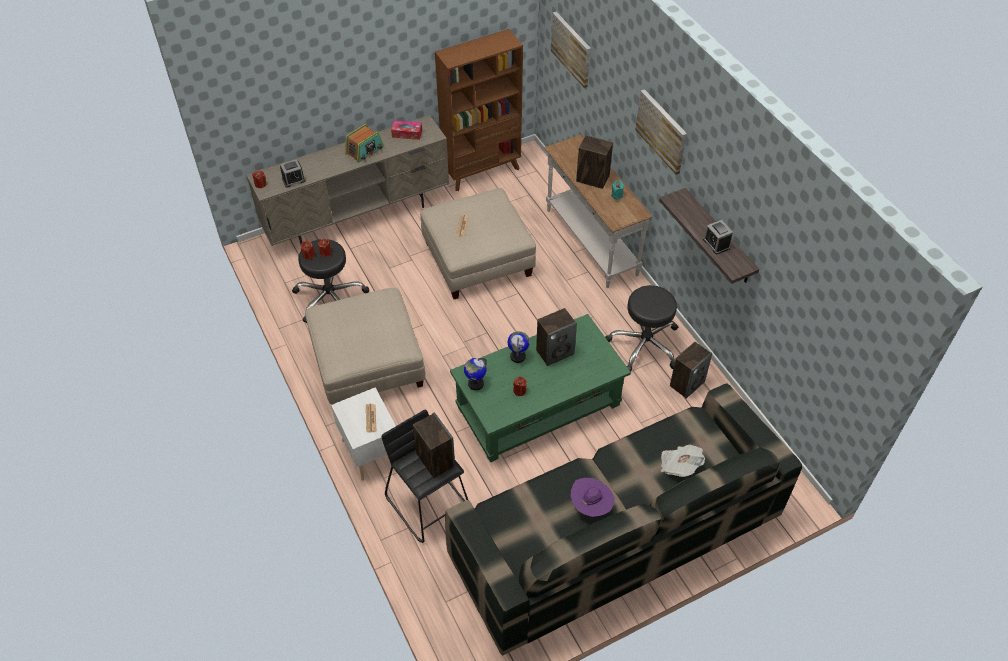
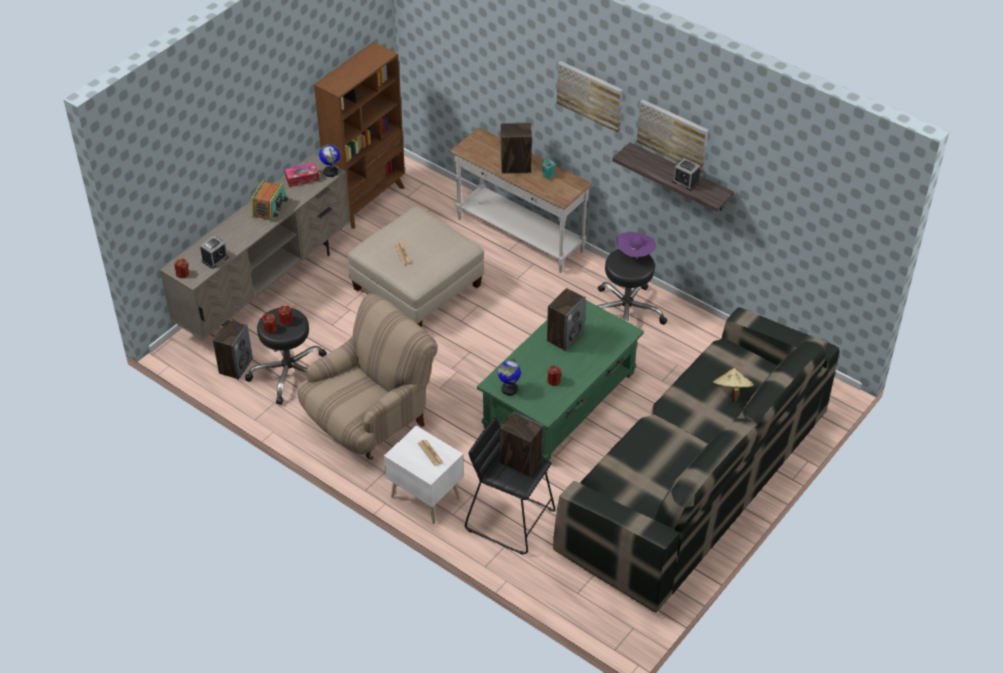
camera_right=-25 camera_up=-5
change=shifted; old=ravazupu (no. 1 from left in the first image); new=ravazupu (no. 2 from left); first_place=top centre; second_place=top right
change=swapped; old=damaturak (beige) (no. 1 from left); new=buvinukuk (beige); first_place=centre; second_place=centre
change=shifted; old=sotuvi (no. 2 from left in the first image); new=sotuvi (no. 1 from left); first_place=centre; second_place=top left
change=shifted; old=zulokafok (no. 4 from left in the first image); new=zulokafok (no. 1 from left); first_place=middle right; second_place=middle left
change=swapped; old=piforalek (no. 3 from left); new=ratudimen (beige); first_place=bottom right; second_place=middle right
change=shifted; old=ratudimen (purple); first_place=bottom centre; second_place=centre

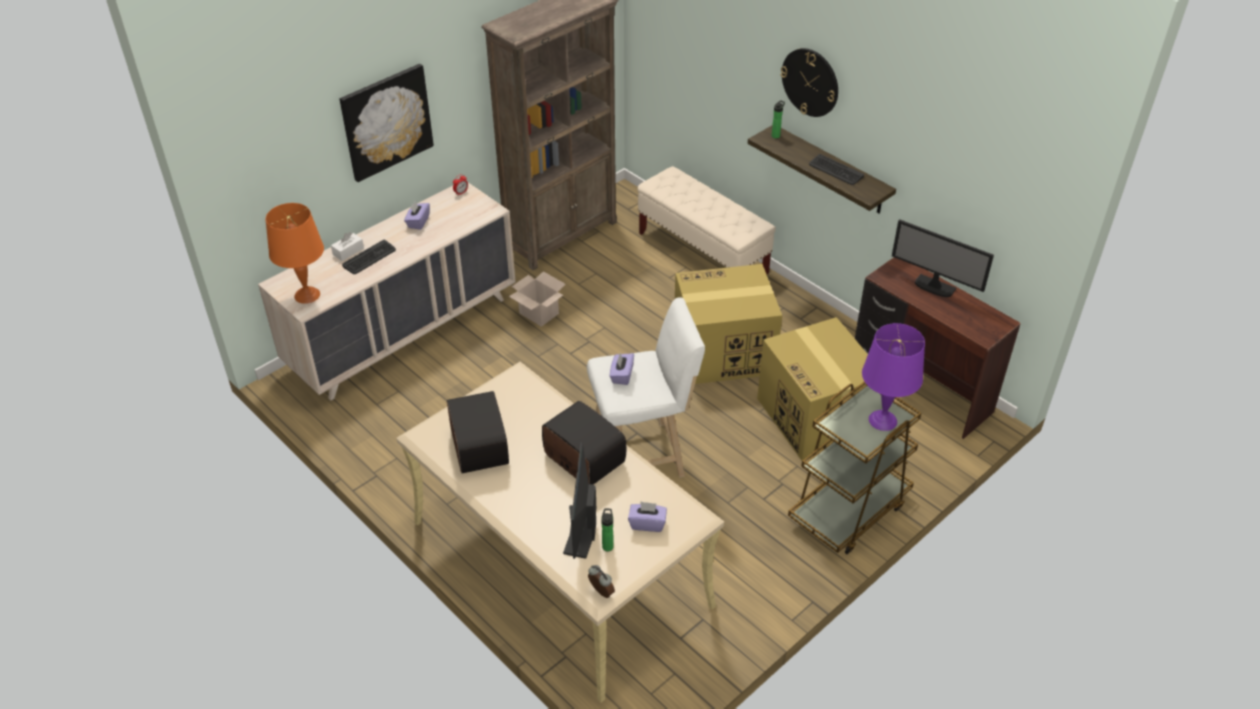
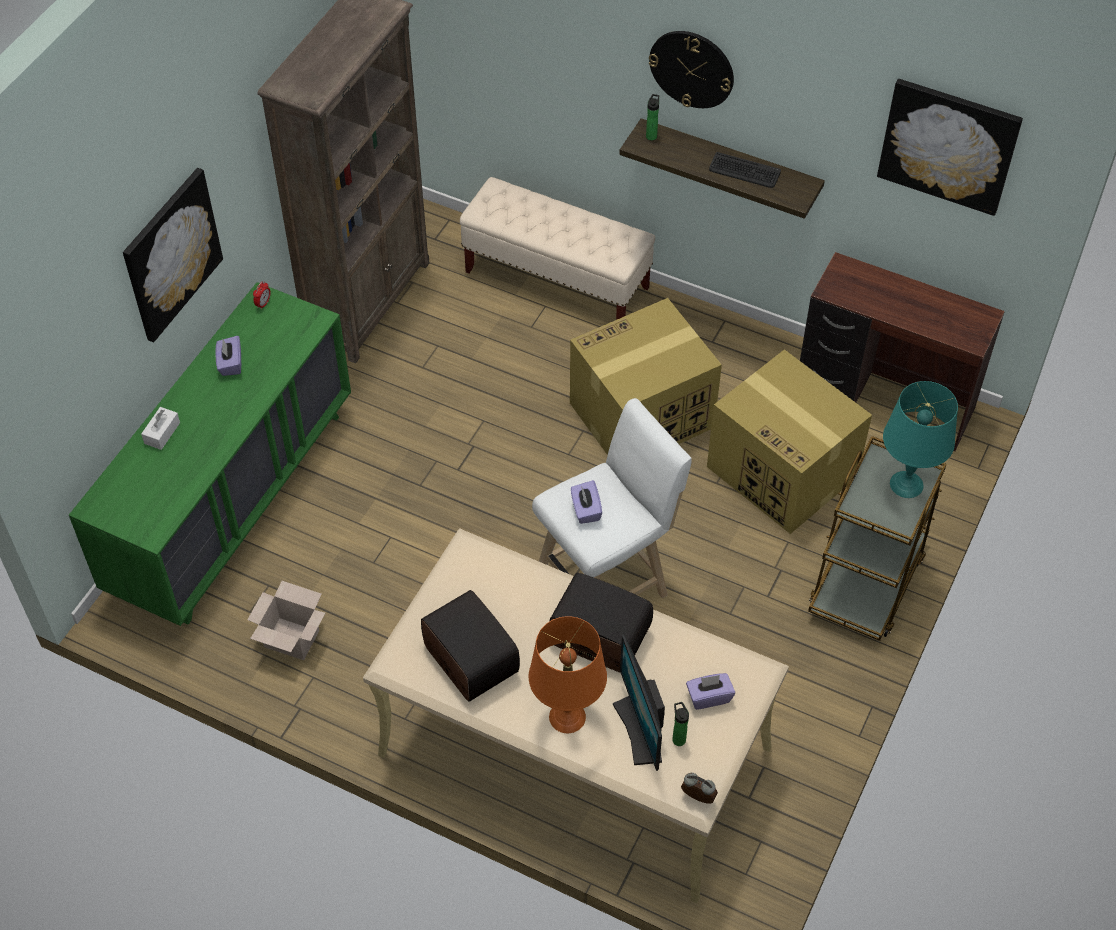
camera_right=-20 camera_up=10
change=repainted; old=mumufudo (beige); new=mumufudo (green); first_place=middle left; second_place=middle left
change=shifted; old=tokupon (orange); first_place=middle left; second_place=bottom centre
change=gone; old=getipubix (no. 2 from left); first_place=middle right
change=gone; old=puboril (no. 1 from left); first_place=middle left
change=shifted; old=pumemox (no. 1 from left); first_place=centre; second_place=bottom left
change=repainted; old=tokupon (purple); new=tokupon (turquoise); first_place=middle right; second_place=middle right
change=new; new=ravazupu (no. 2 from left); second_place=top right

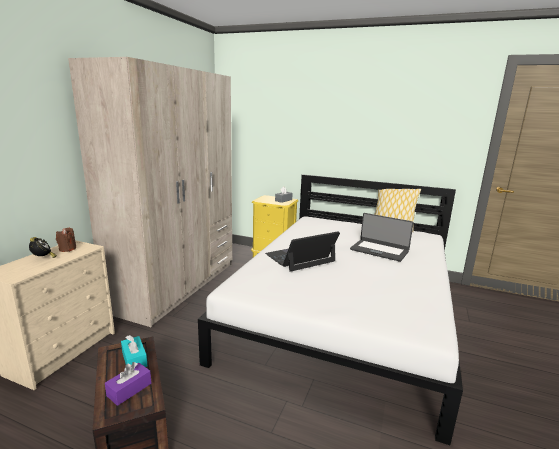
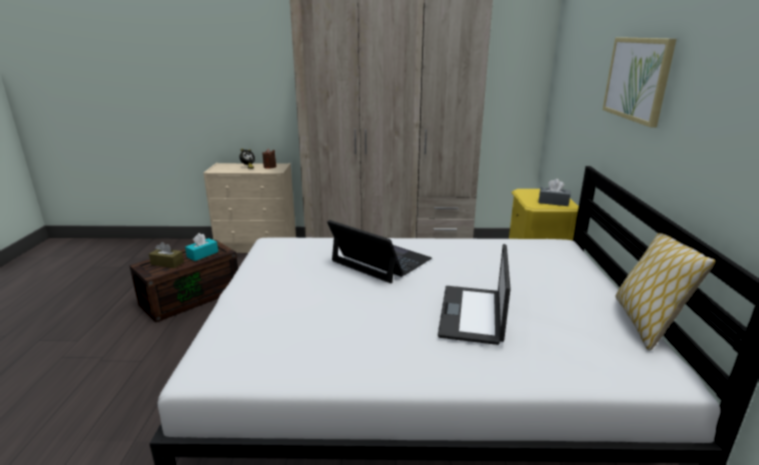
camera_right=70 camera_up=5
change=repainted; old=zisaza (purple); new=zisaza (brown); first_place=bottom left; second_place=middle left
change=new; new=ravazupu; second_place=top right

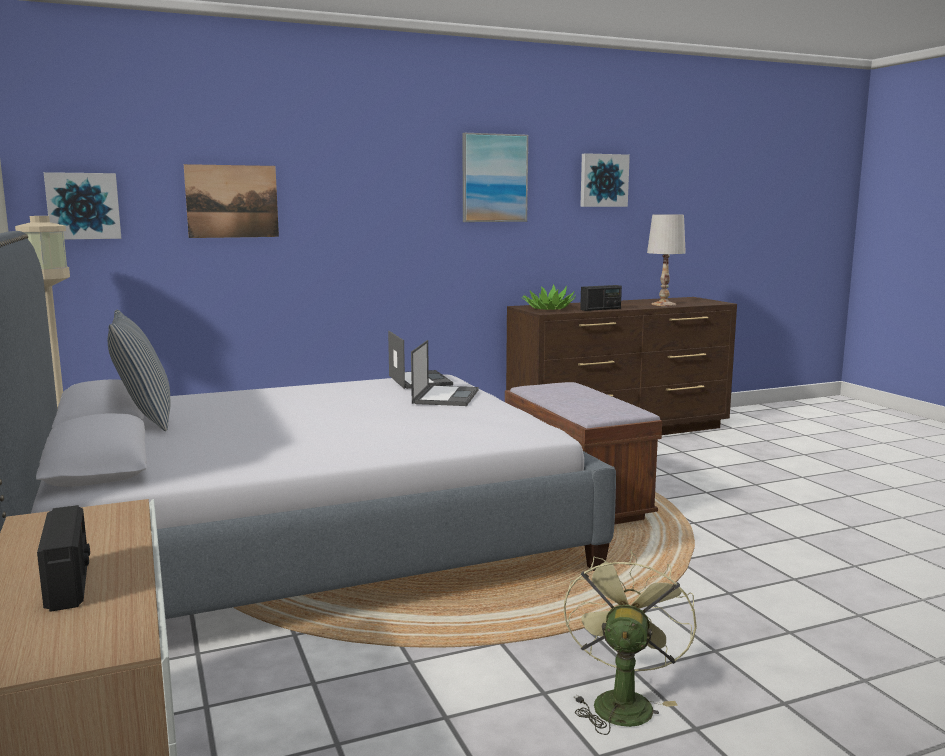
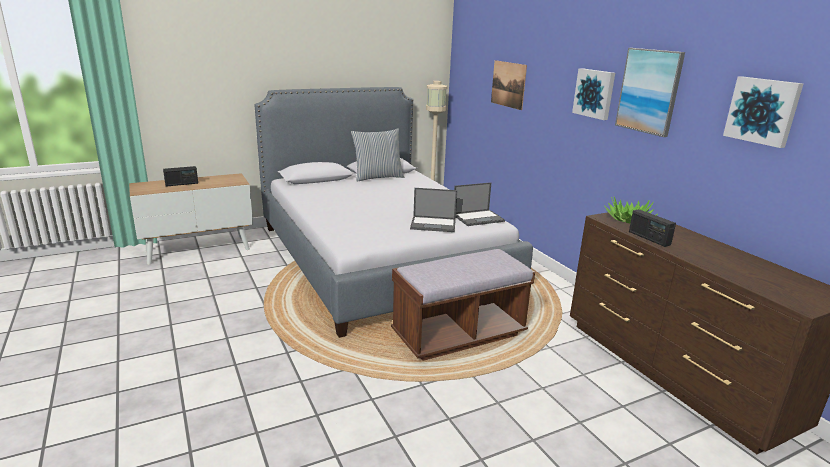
camera_right=85 camera_up=10
change=shifted; old=ravazupu (no. 1 from left in the first image); new=ravazupu (no. 2 from left); first_place=top left; second_place=top right
change=gone; old=tokupon (white); first_place=middle right
change=gone; old=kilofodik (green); first_place=bottom right

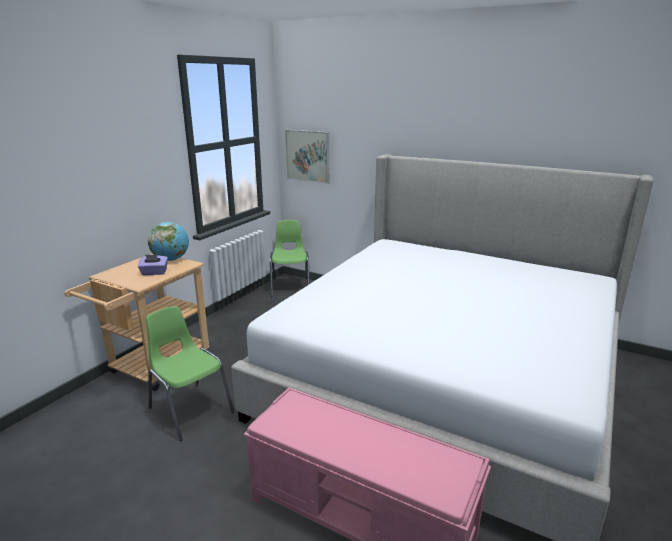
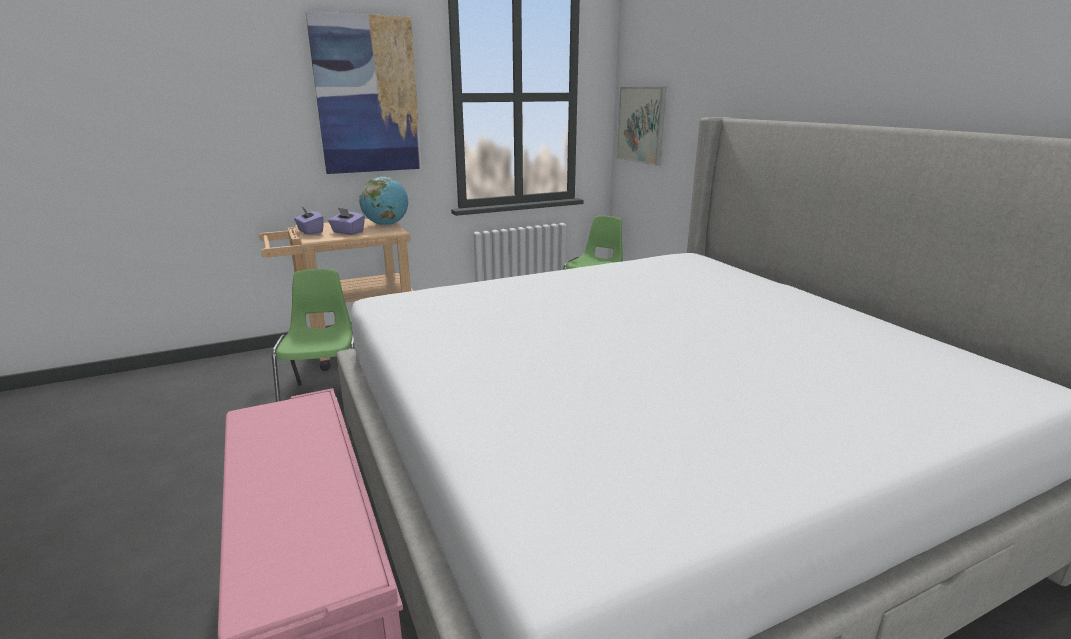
camera_right=35 camera_up=0
change=new; new=ravazupu (no. 1 from left); second_place=top centre
change=new; new=zisaza (purple) (no. 1 from left); second_place=middle left

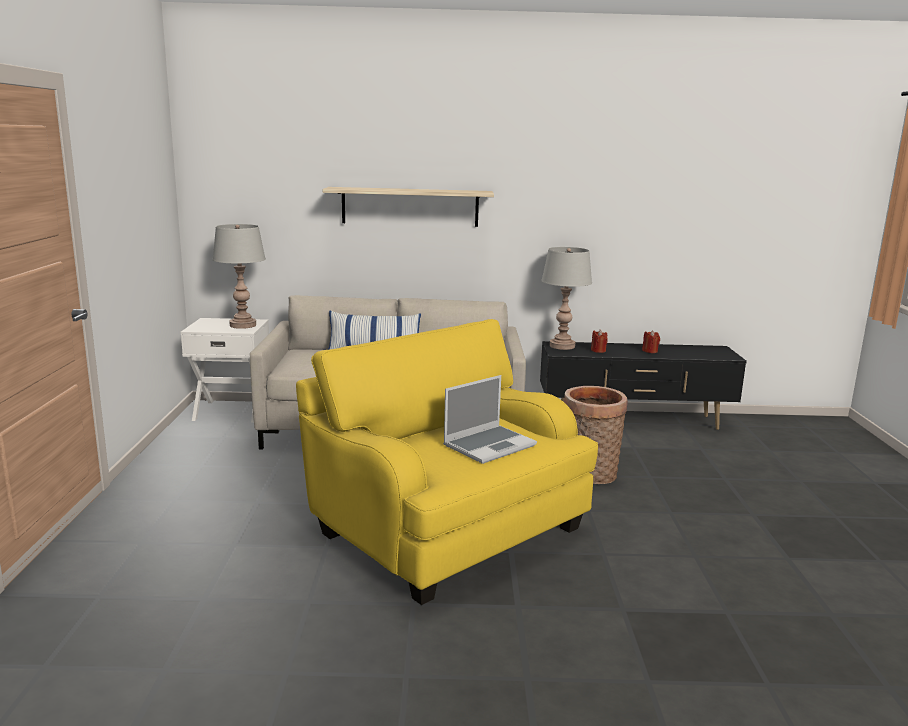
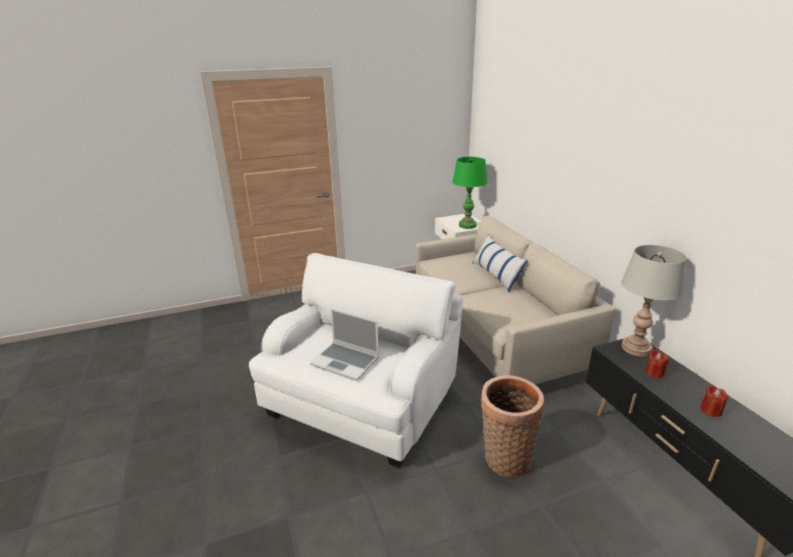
camera_right=70 camera_up=10
change=gone; old=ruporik; first_place=top centre
change=repainted; old=tokupon (grey) (no. 1 from left); new=tokupon (green); first_place=middle left; second_place=centre
change=repainted; old=buvinukuk (yellow); new=buvinukuk (white); first_place=centre; second_place=centre

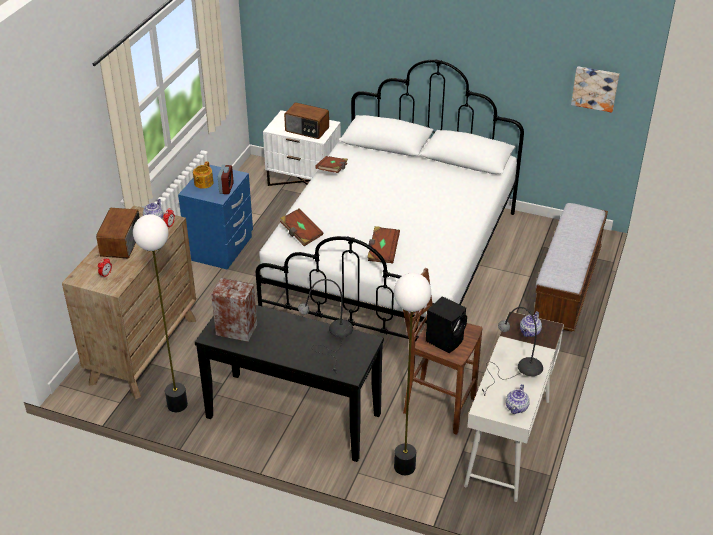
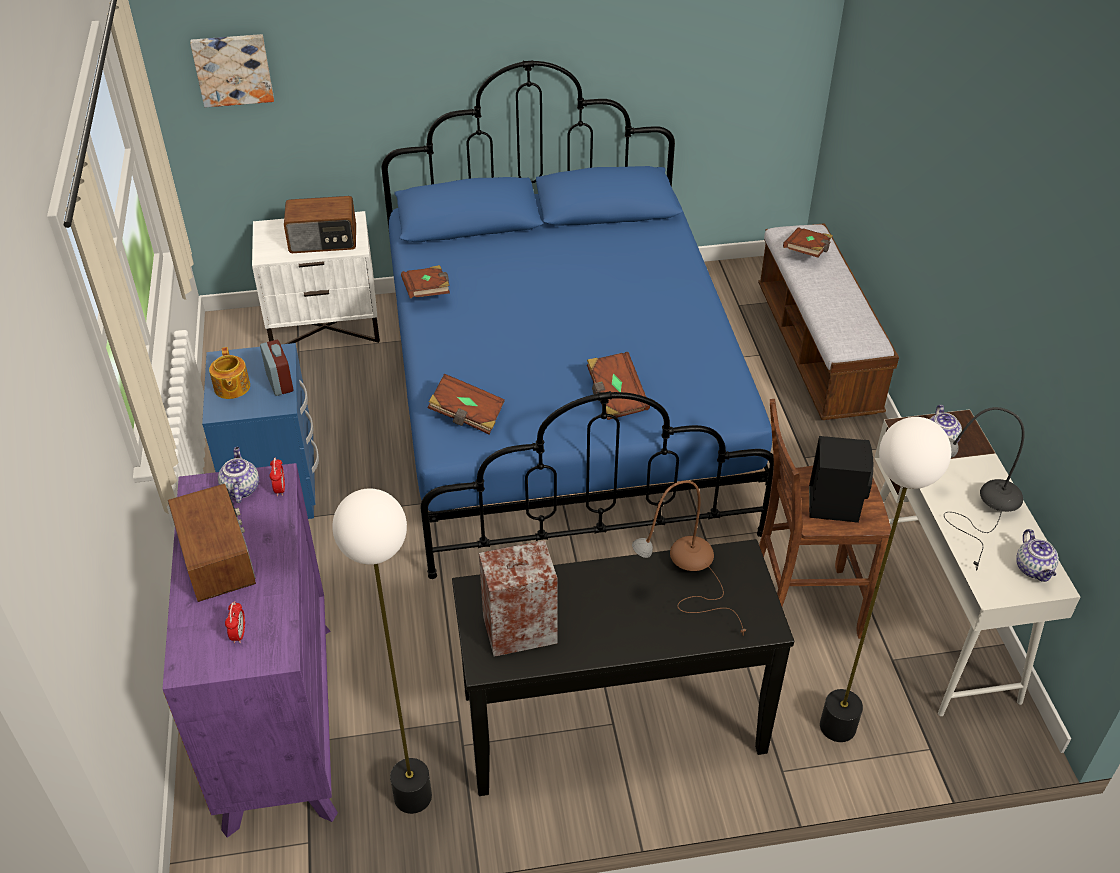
camera_right=-30 camera_up=5
change=repainted; old=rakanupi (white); new=rakanupi (blue); first_place=centre; second_place=centre
change=shifted; old=ravazupu; first_place=top right; second_place=top left
change=repainted; old=mumufudo (brown); new=mumufudo (purple); first_place=middle left; second_place=bottom left
change=repainted; old=tokupon (grey) (no. 1 from left); new=tokupon (brown); first_place=centre; second_place=centre
change=new; new=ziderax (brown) (no. 4 from left); second_place=top right

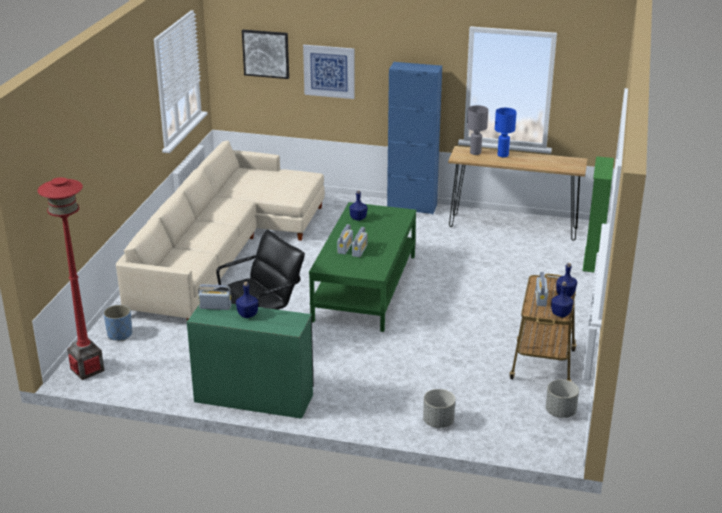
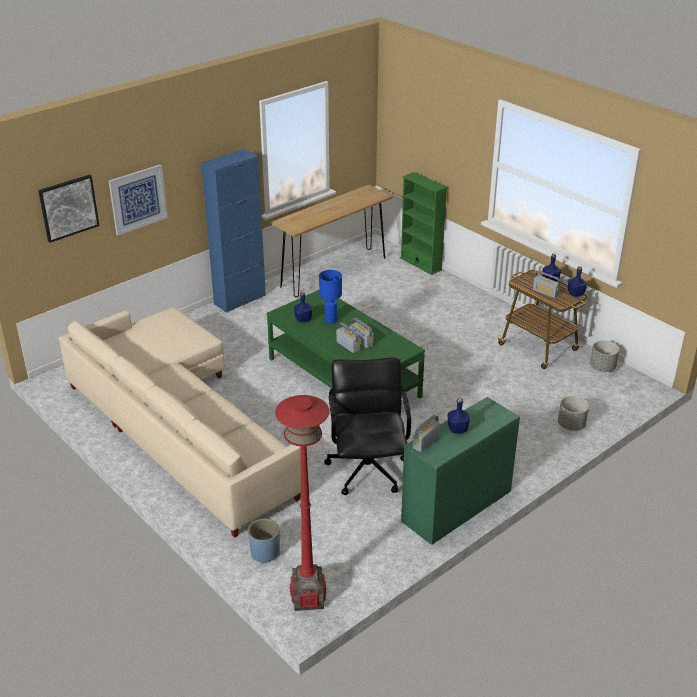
camera_right=-55 camera_up=5
change=gone; old=tokupon (grey); first_place=top centre
change=shifted; old=tokupon (blue); first_place=top right; second_place=centre

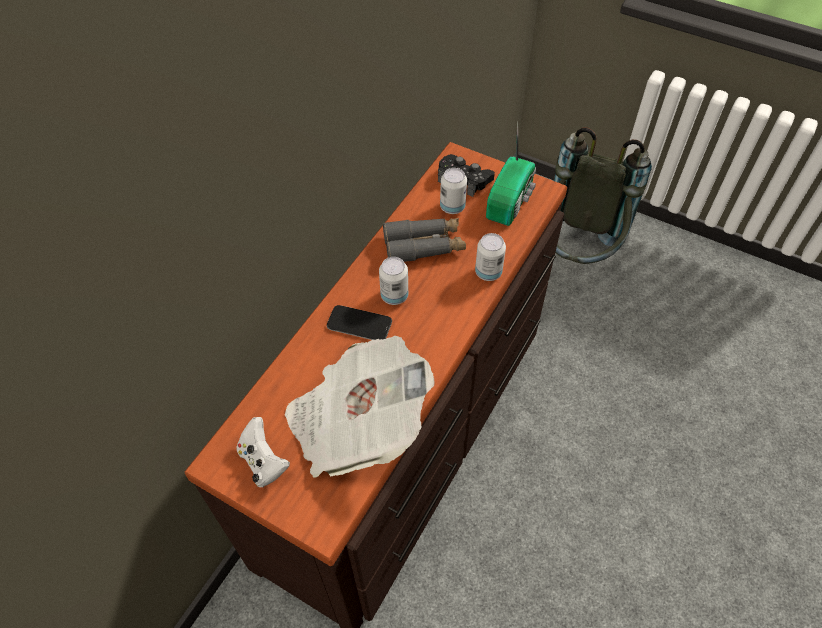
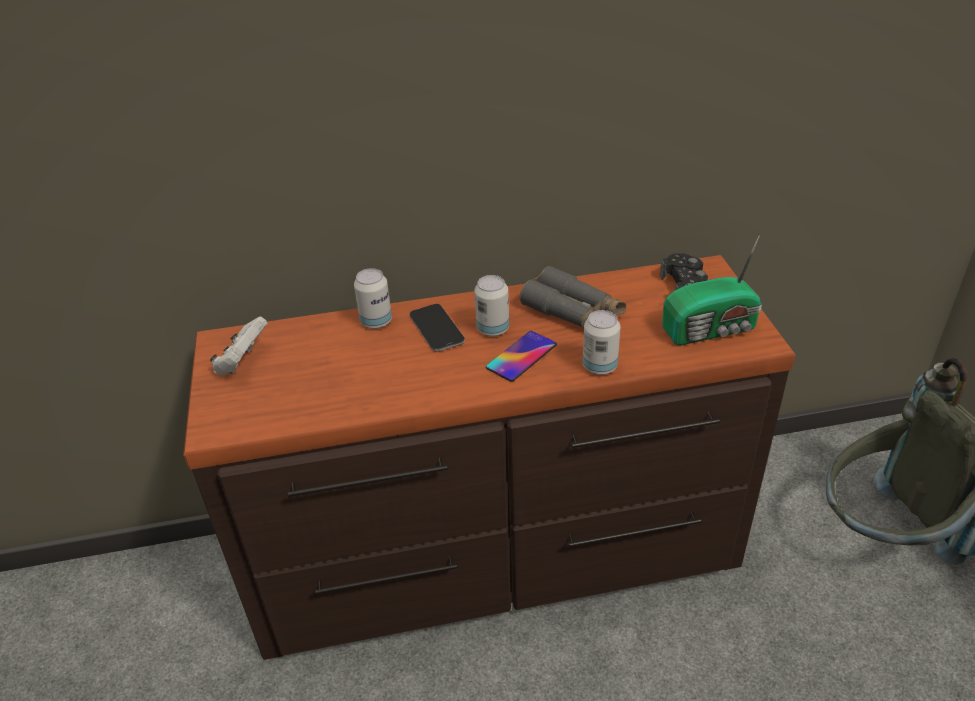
camera_right=50 camera_up=-15
change=shifted; old=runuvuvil (no. 2 from left in the first image); new=runuvuvil (no. 1 from left); first_place=top centre; second_place=centre
change=gone; old=piforalek; first_place=centre
change=new; new=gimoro (no. 2 from left); second_place=centre

